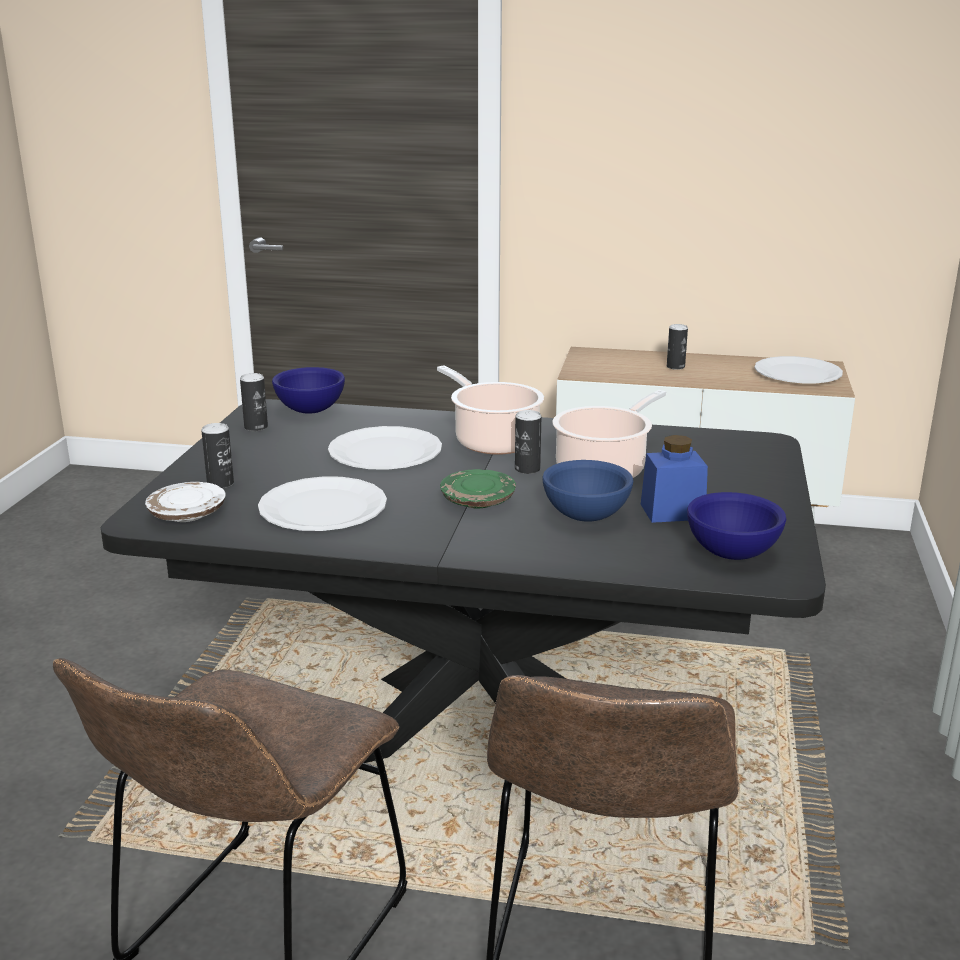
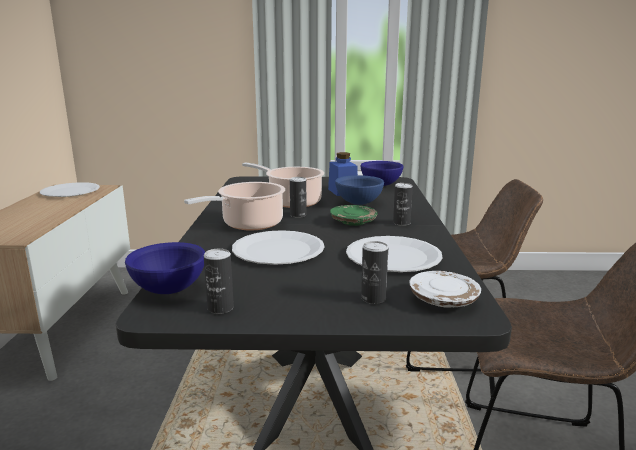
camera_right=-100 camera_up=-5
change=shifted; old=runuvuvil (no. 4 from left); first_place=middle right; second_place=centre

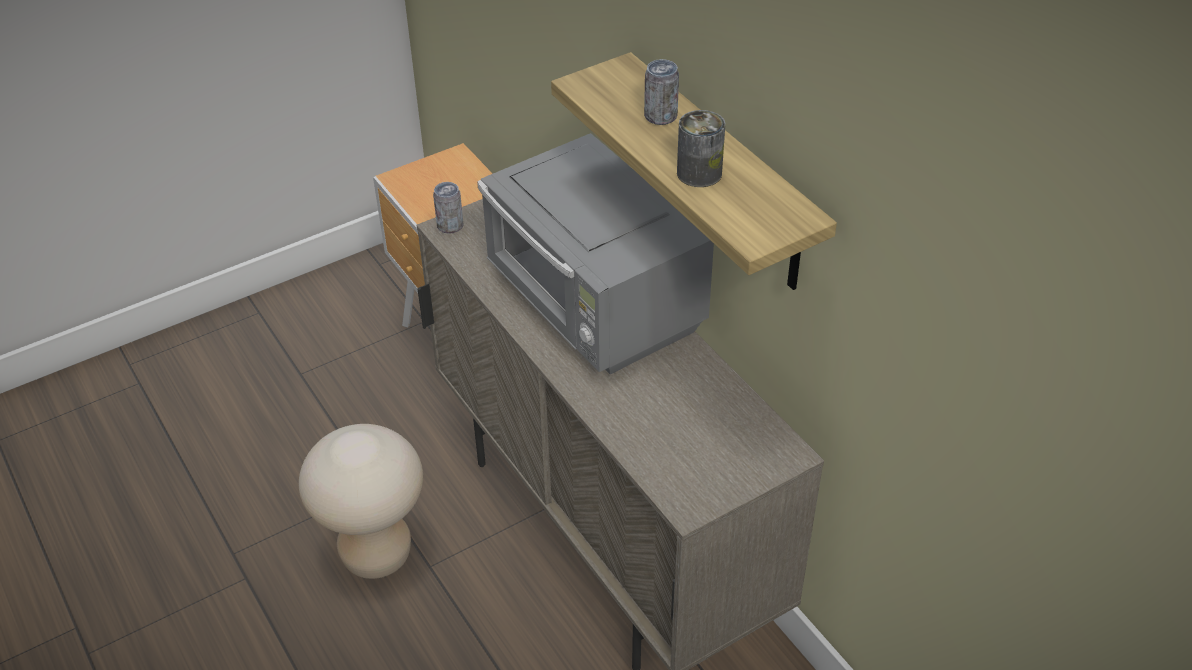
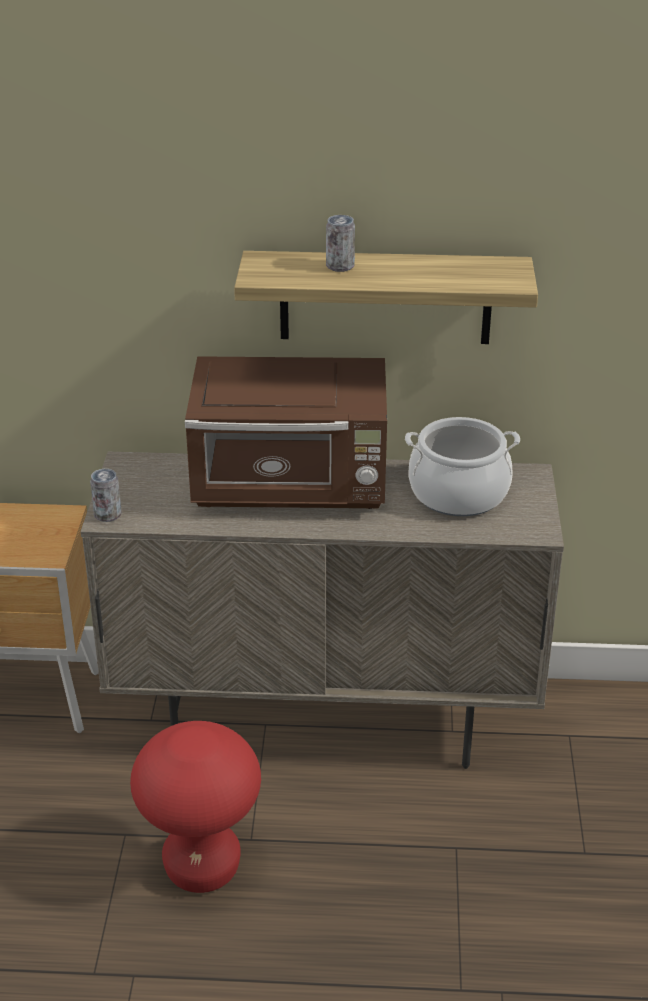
camera_right=-55 camera_up=-10
change=gone; old=runuvuvil (no. 3 from left); first_place=top centre
change=repainted; old=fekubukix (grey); new=fekubukix (brown); first_place=centre; second_place=centre
change=repainted; old=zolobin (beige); new=zolobin (red); first_place=bottom left; second_place=bottom left
change=new; new=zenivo; second_place=middle right

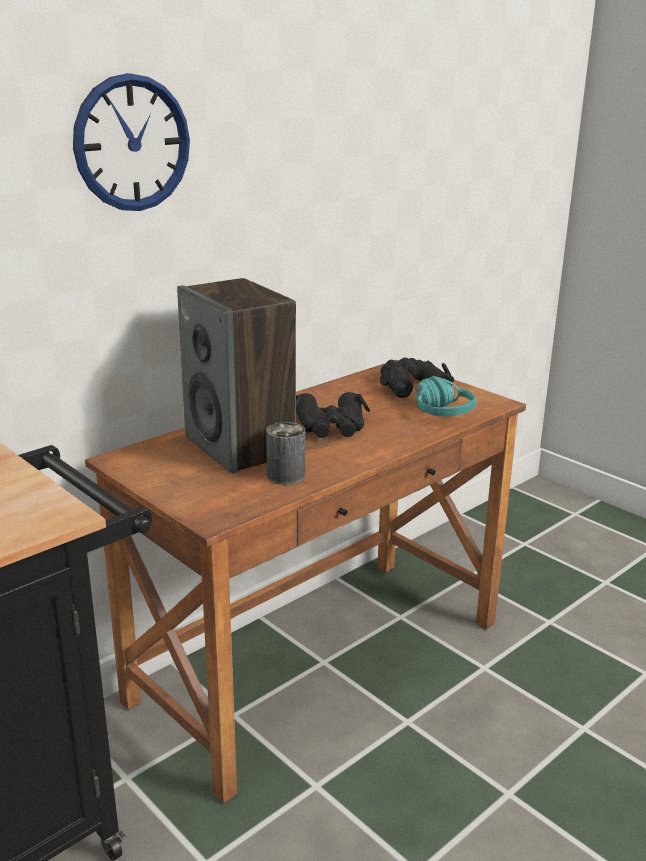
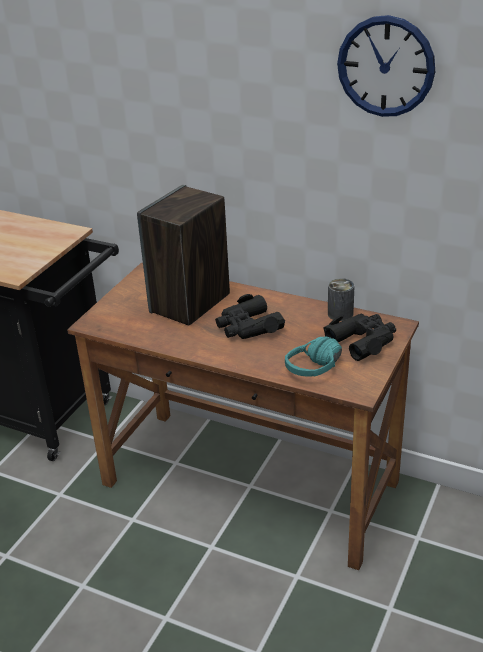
camera_right=70 camera_up=10
change=shifted; old=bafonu; first_place=top left; second_place=top right
change=shifted; old=runuvuvil; first_place=centre; second_place=middle right

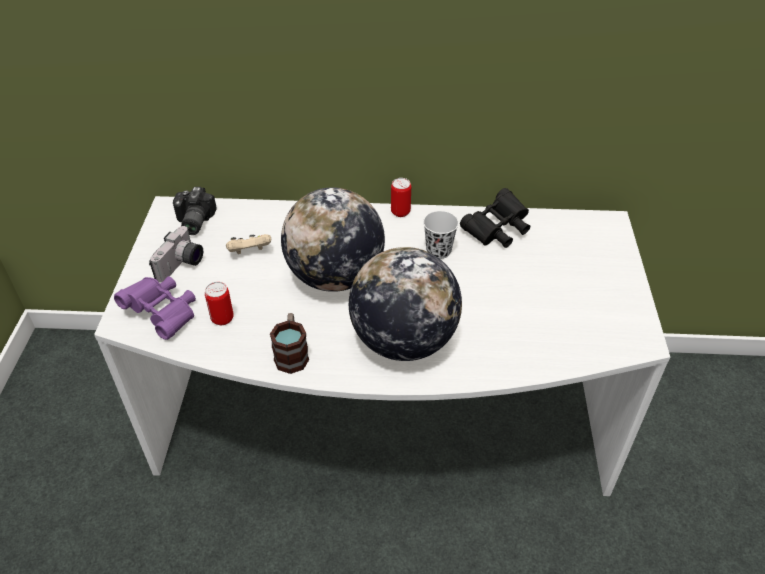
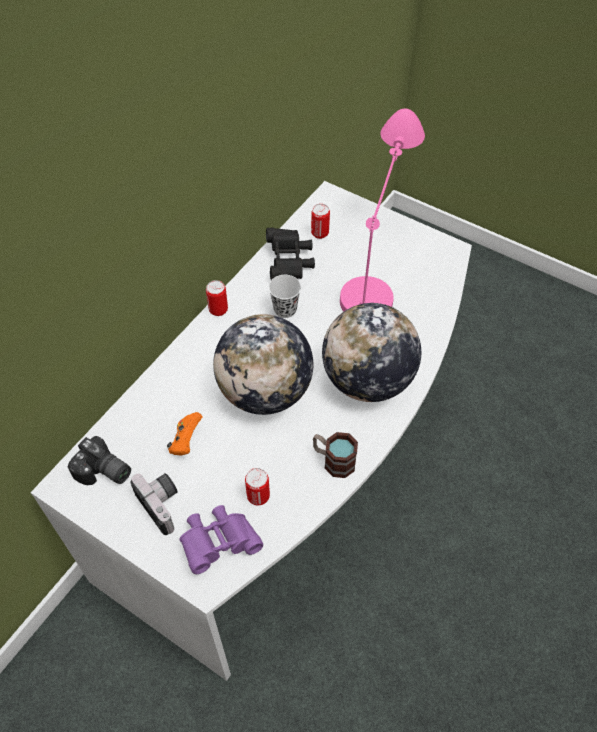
camera_right=-60 camera_up=10
change=repainted; old=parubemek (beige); new=parubemek (orange); first_place=middle left; second_place=middle left
change=new; new=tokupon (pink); second_place=top centre
change=new; new=runuvuvil (no. 3 from left); second_place=top centre

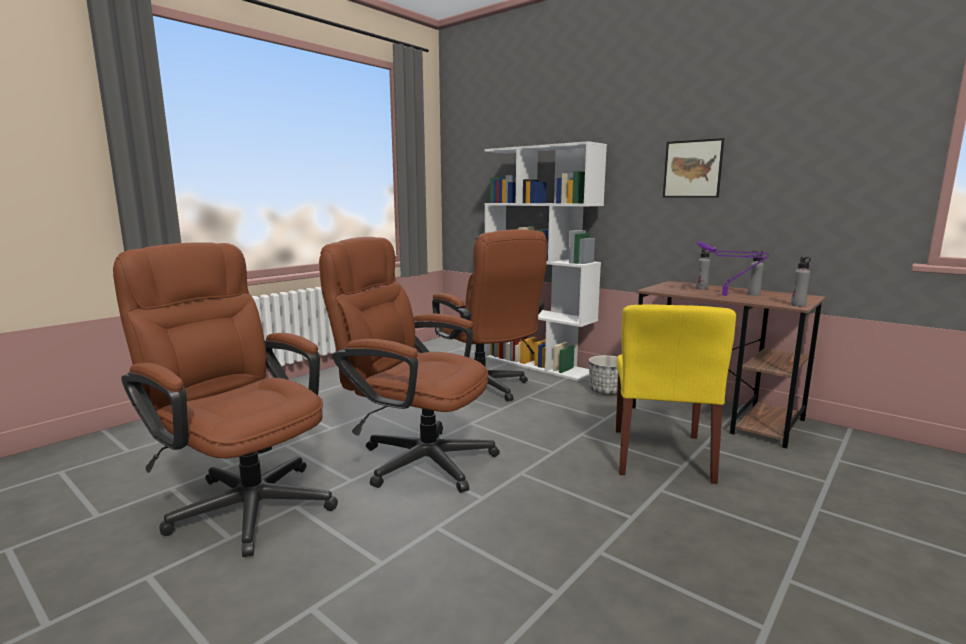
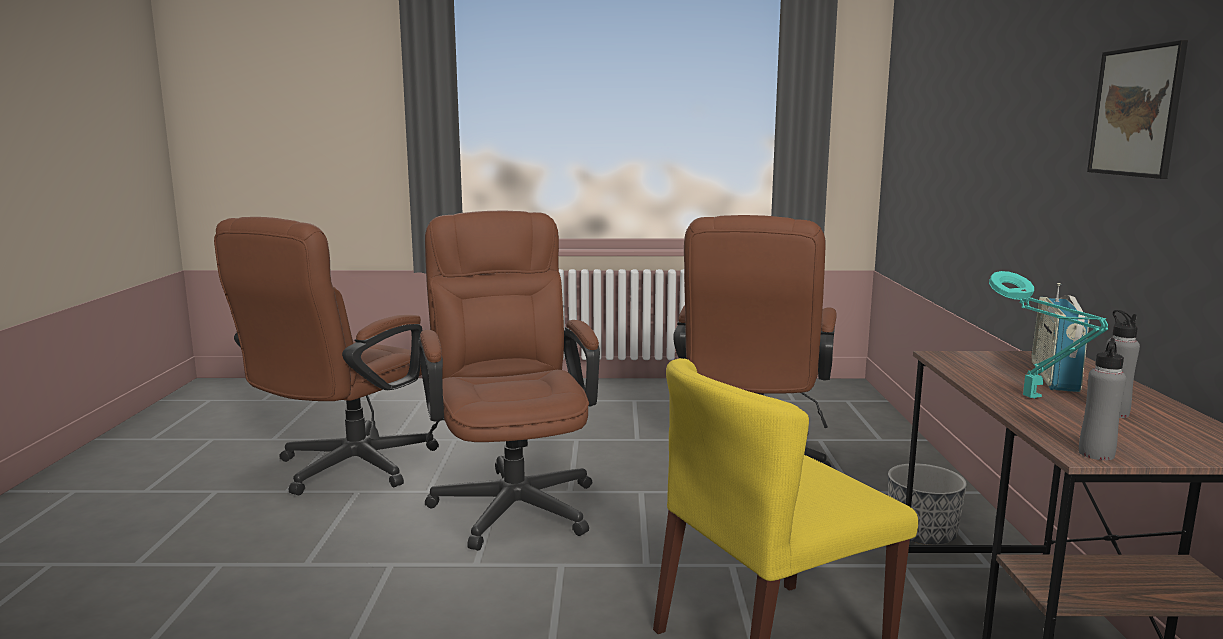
camera_right=50 camera_up=0
change=gone; old=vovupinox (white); first_place=centre
change=repainted; old=tokupon (purple); new=tokupon (turquoise); first_place=middle right; second_place=middle right
change=rotated; old=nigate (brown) (no. 1 from left); first_place=middle left; second_place=middle left; degrees=-150
change=swapped; old=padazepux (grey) (no. 1 from left); new=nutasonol; first_place=middle right; second_place=middle right

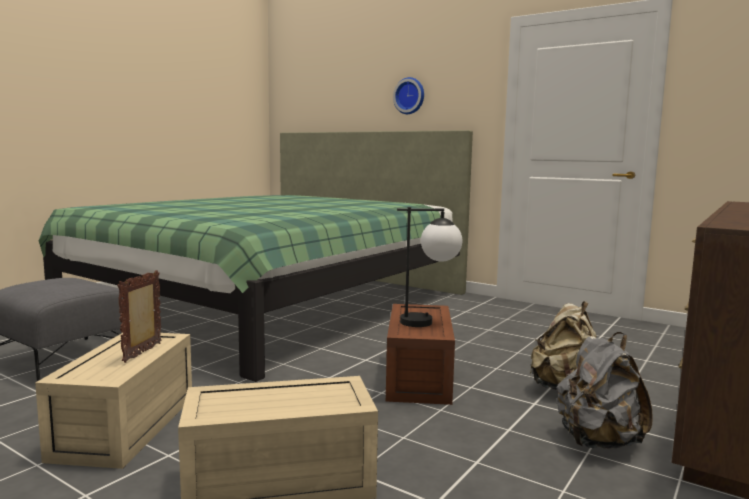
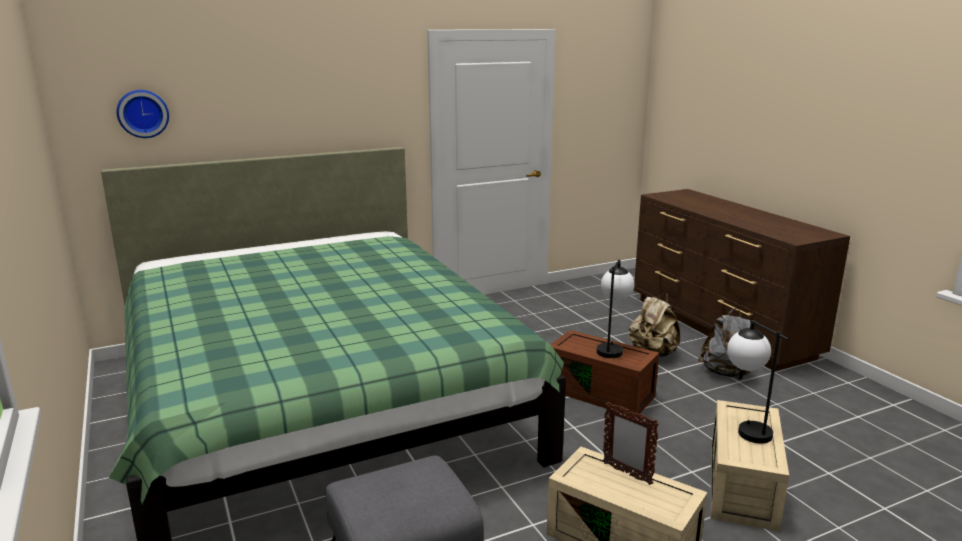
camera_right=-60 camera_up=10
change=shifted; old=bafonu; first_place=top centre; second_place=top left
change=new; new=tokupon (no. 2 from left); second_place=bottom right

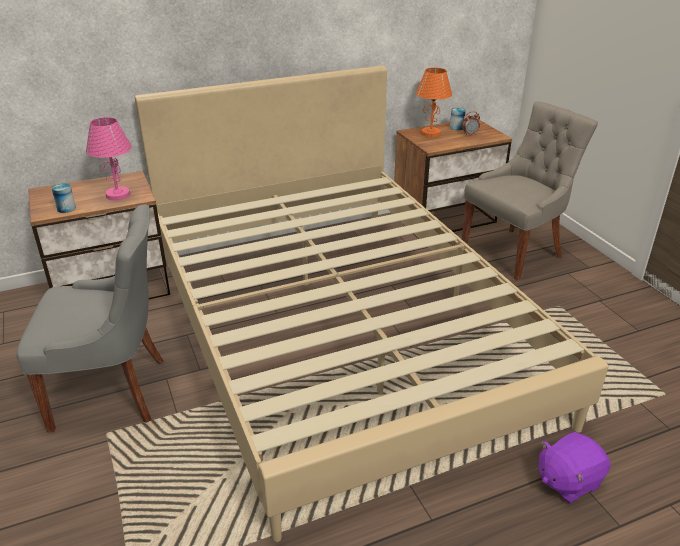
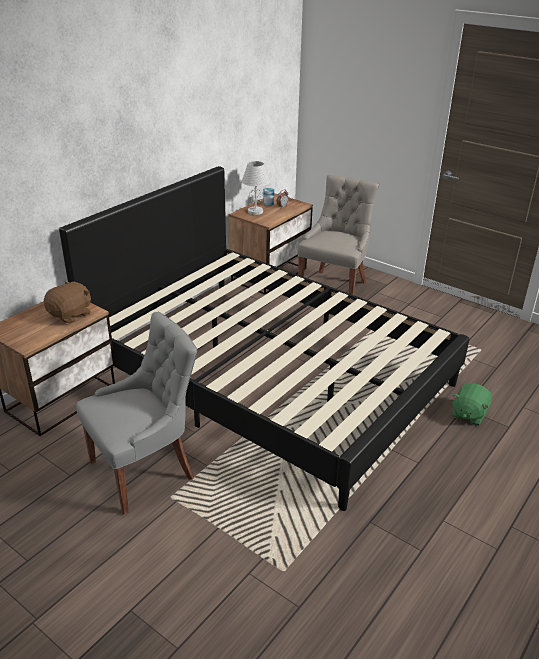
camera_right=-30 camera_up=0
change=repainted; old=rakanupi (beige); new=rakanupi (black); first_place=centre; second_place=centre
change=repainted; old=tokupon (orange); new=tokupon (white); first_place=top centre; second_place=top centre
change=swapped; old=tokupon (pink); new=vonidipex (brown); first_place=top left; second_place=middle left
change=gone; old=runuvuvil (no. 1 from left); first_place=middle left
change=repainted; old=vonidipex (purple); new=vonidipex (green); first_place=bottom right; second_place=middle right

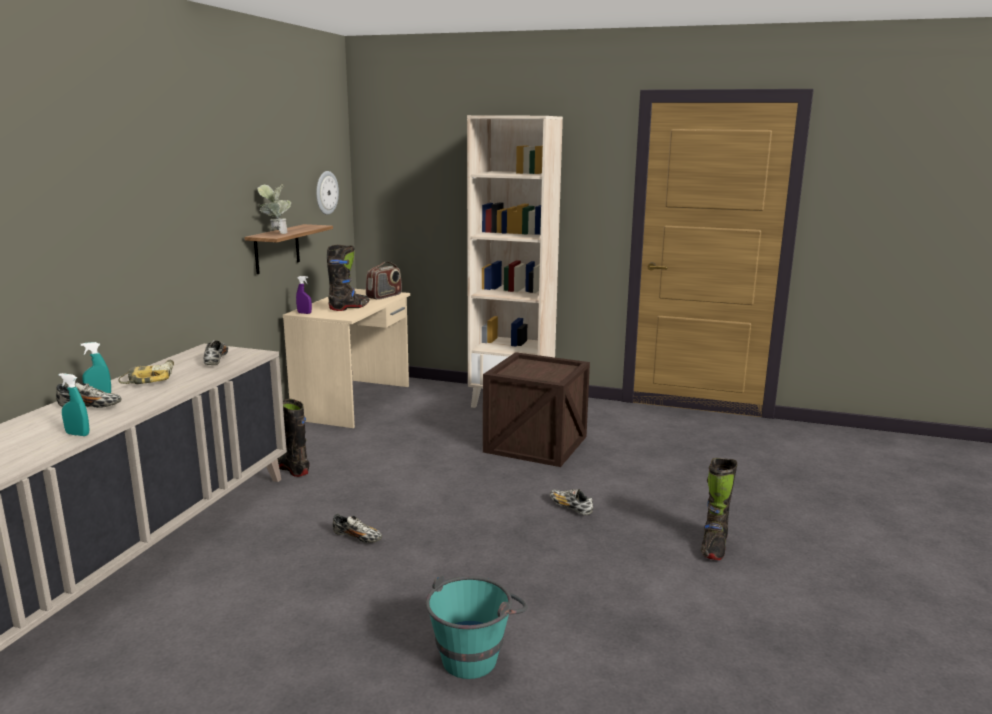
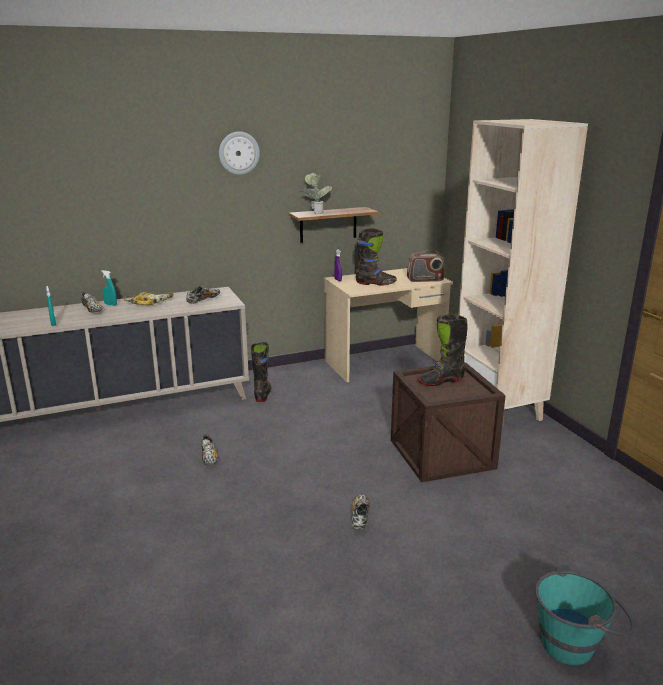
camera_right=50 camera_up=5
change=shifted; old=bafonu; first_place=top left; second_place=top centre
change=shifted; old=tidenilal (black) (no. 3 from left); first_place=bottom right; second_place=middle right
change=shifted; old=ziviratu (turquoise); first_place=bottom centre; second_place=bottom right

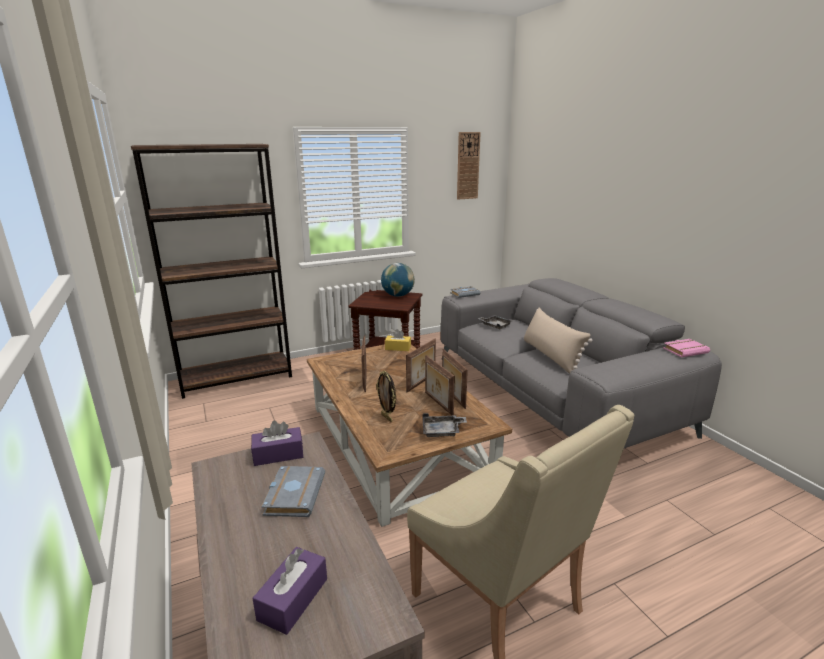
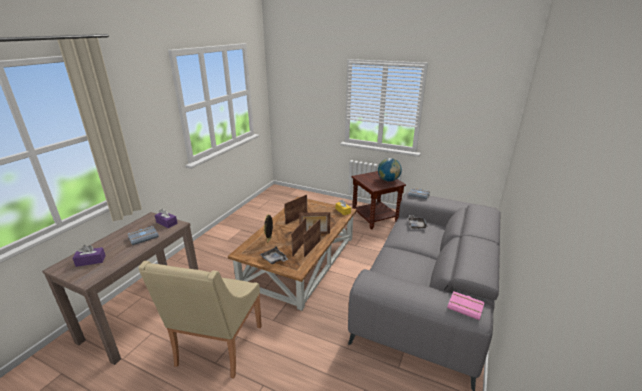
camera_right=50 camera_up=5
change=gone; old=bafonu; first_place=top centre
change=gone; old=vovupinox (brown); first_place=middle left
change=gone; old=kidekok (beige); first_place=middle right

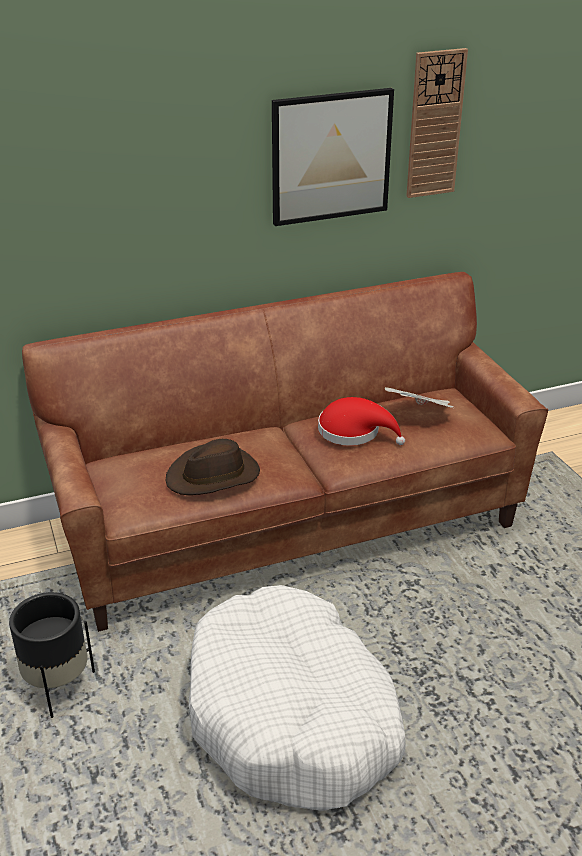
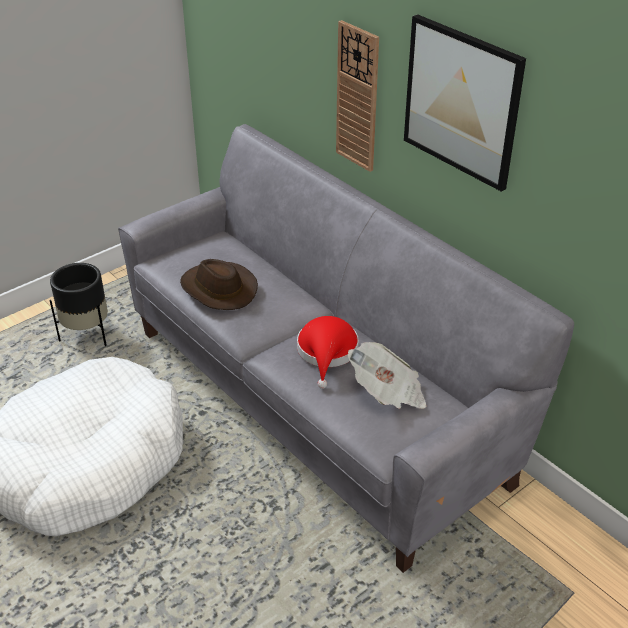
camera_right=70 camera_up=5
change=shifted; old=bafonu; first_place=top right; second_place=top centre
change=repainted; old=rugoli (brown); new=rugoli (grey); first_place=centre; second_place=centre

